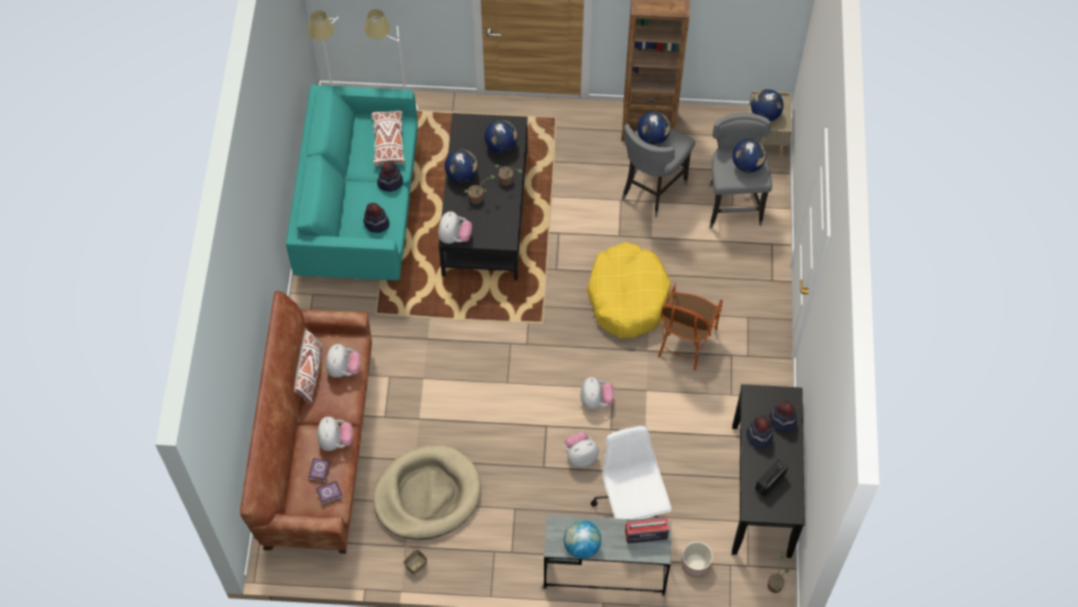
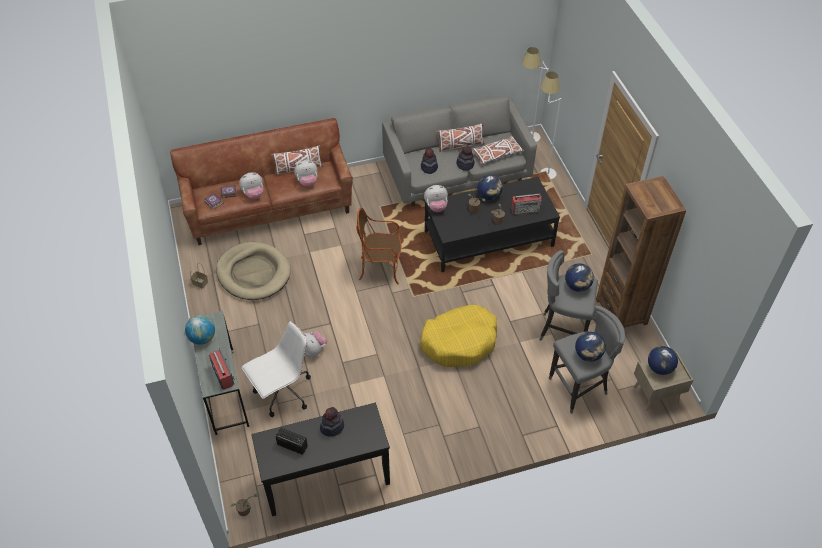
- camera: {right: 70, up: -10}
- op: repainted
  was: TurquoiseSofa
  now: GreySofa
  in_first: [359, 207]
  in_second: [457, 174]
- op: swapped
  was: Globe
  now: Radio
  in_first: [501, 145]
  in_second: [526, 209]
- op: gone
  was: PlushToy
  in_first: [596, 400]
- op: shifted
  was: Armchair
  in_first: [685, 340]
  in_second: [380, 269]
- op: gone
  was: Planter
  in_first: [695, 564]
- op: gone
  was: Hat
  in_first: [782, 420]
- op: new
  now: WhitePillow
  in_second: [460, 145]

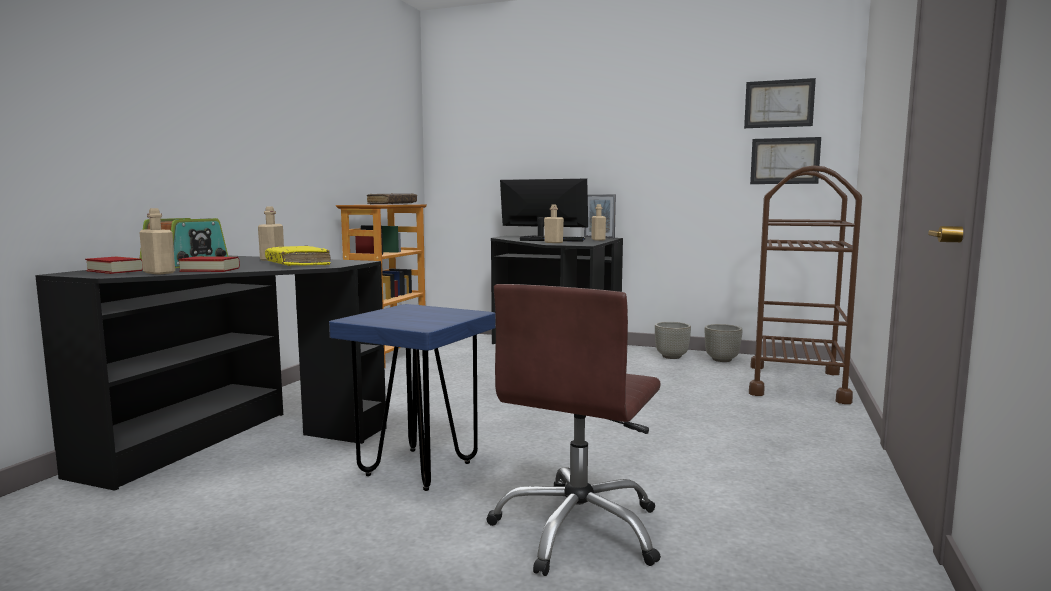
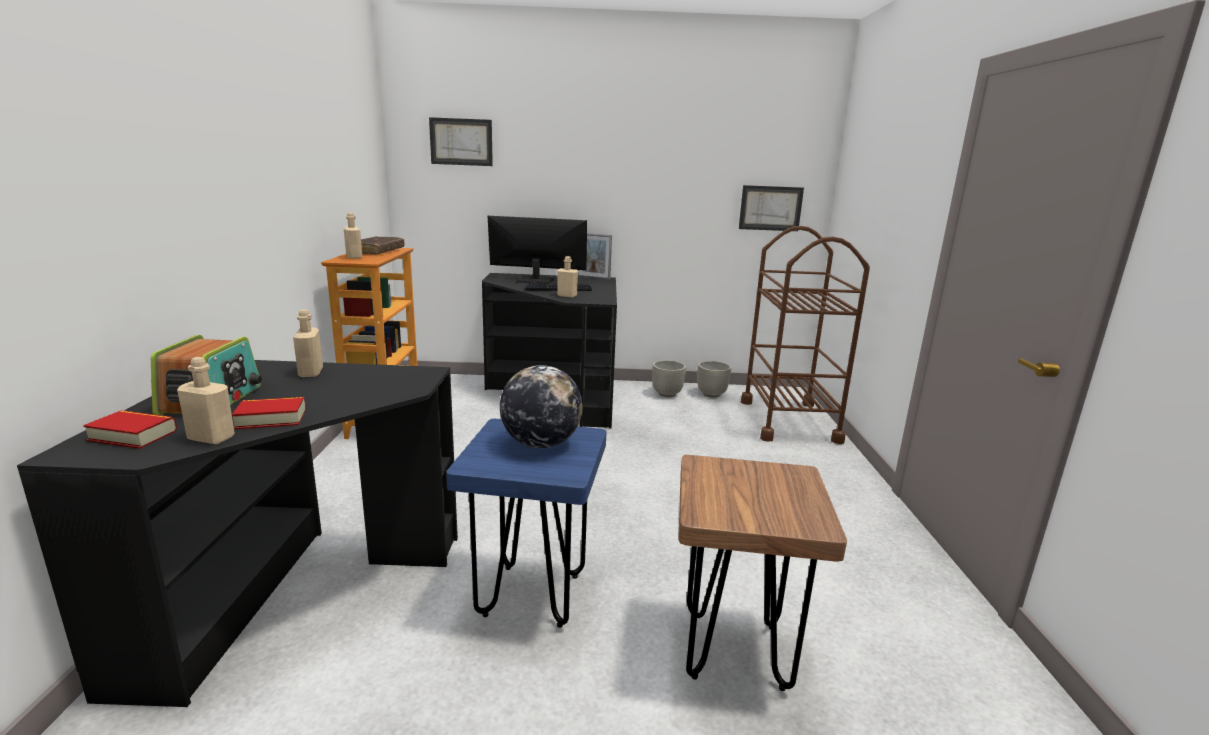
- camera: {right: -20, up: 10}
- op: gone
  was: YellowBook
  in_first: [297, 264]
- op: swapped
  was: BrownOfficeChair
  now: BrownStool
  in_first: [578, 530]
  in_second: [734, 651]
- op: shifted
  was: BeigeBottle
  in_first: [598, 240]
  in_second: [354, 257]
- op: shifted
  was: Picture
  in_first: [779, 104]
  in_second: [461, 142]
- op: new
  now: Globe
  in_second: [541, 444]

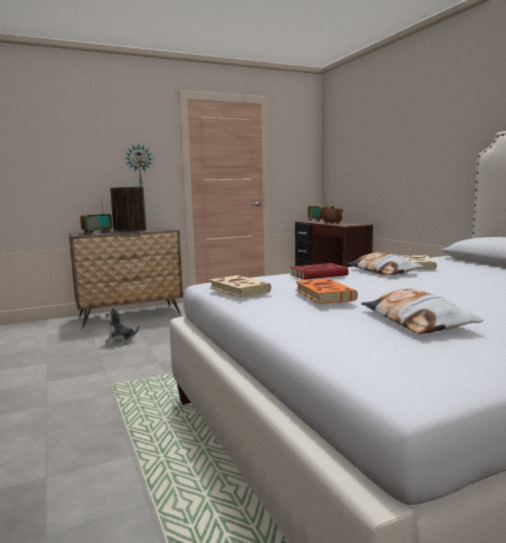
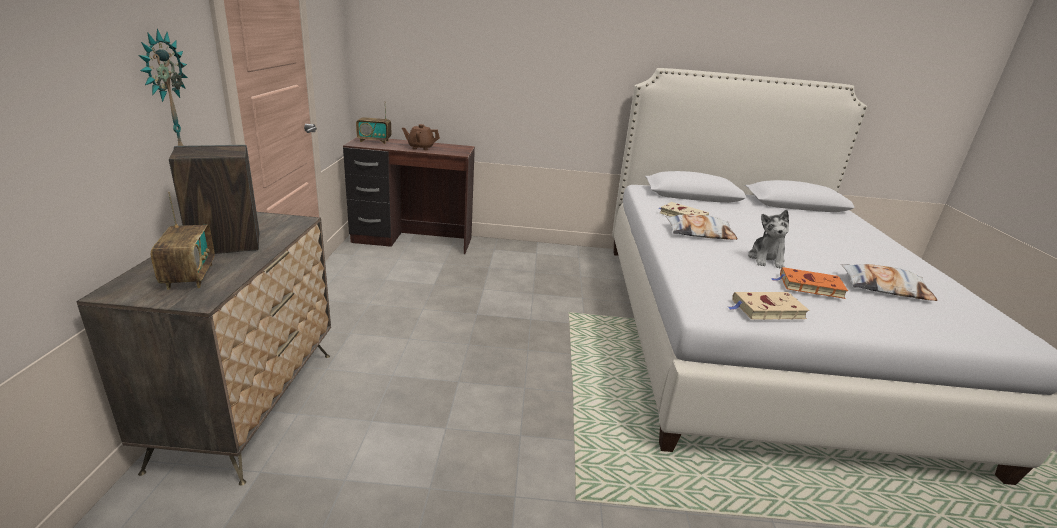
- camera: {right: -65, up: 15}
- op: shifted
  was: PlushToy
  in_first: [119, 342]
  in_second: [766, 259]
- op: gone
  was: RedBook
  in_first: [320, 275]

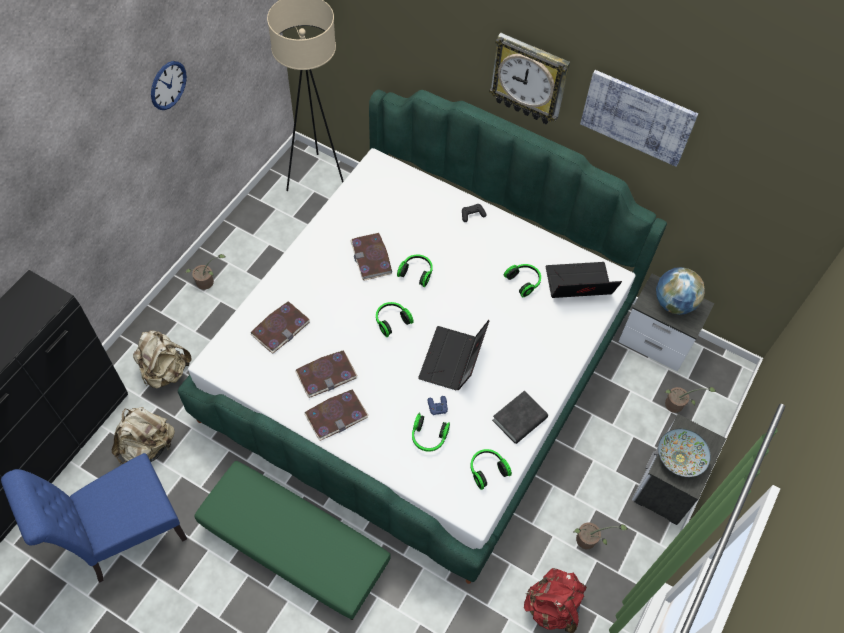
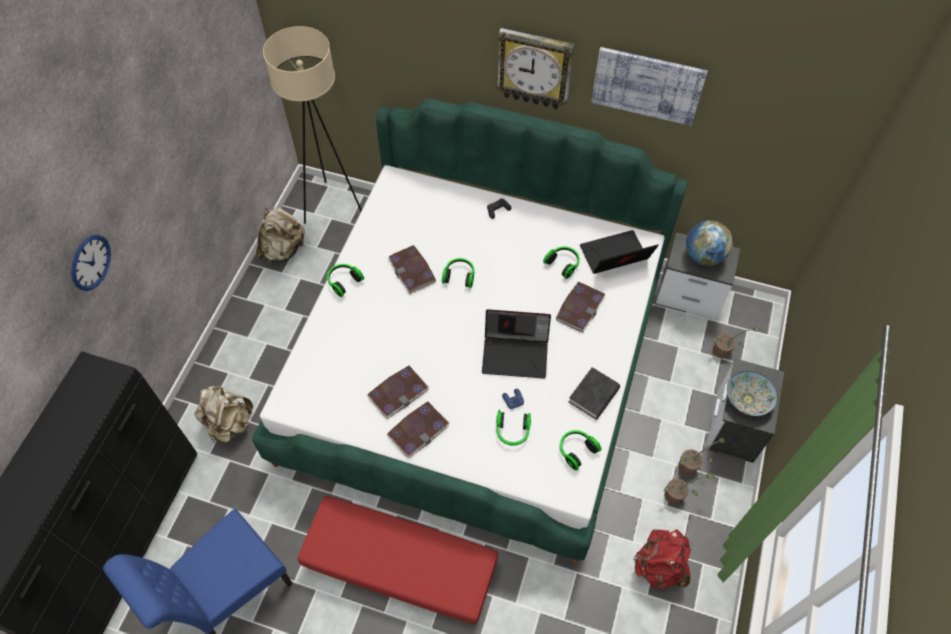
- camera: {right: -10, up: 0}
- op: shifted
  was: BeigeBackpack
  in_first: [148, 446]
  in_second: [283, 250]
- op: shifted
  was: WallClock
  in_first: [168, 85]
  in_second: [90, 262]
- op: shifted
  was: PottedPlant
  in_first: [207, 282]
  in_second: [691, 466]
- op: repainted
  was: GreenOttoman
  now: RedOttoman
  in_first: [295, 546]
  in_second: [401, 566]
- op: shifted
  was: Book
  in_first: [280, 328]
  in_second: [579, 308]
- op: shifted
  was: Headphones
  in_first: [391, 321]
  in_second: [343, 281]
- op: rotated
  was: Laptop
  in_first: [452, 361]
  in_second: [516, 353]
  clockwise: -90

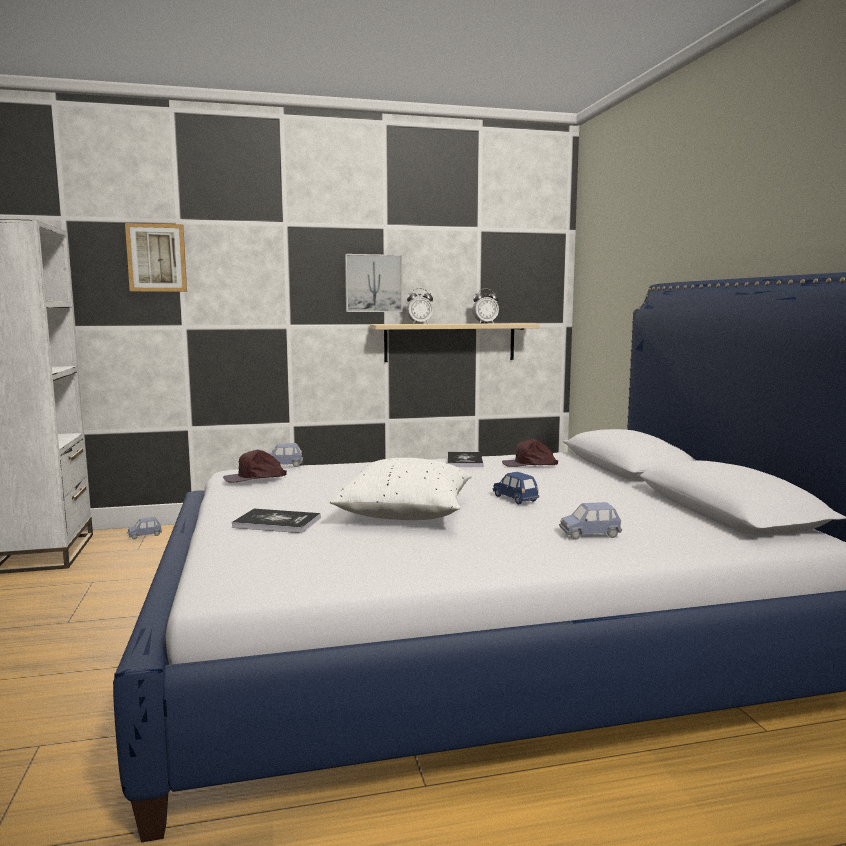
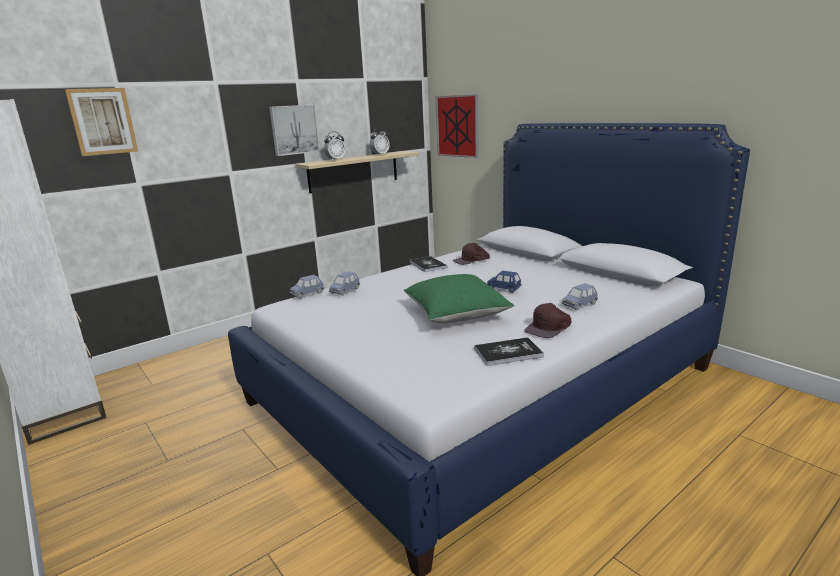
- camera: {right: -25, up: 10}
- op: shifted
  was: BlueToyCar
  in_first: [145, 535]
  in_second: [345, 291]
- op: shifted
  was: BrownCap
  in_first: [255, 477]
  in_second: [549, 328]
- op: shifted
  was: Book
  in_first: [277, 523]
  in_second: [508, 353]
- op: repainted
  was: WhitePillow
  now: GreenPillow
  in_first: [405, 514]
  in_second: [456, 315]
- op: new
  now: Picture
  in_second: [457, 126]

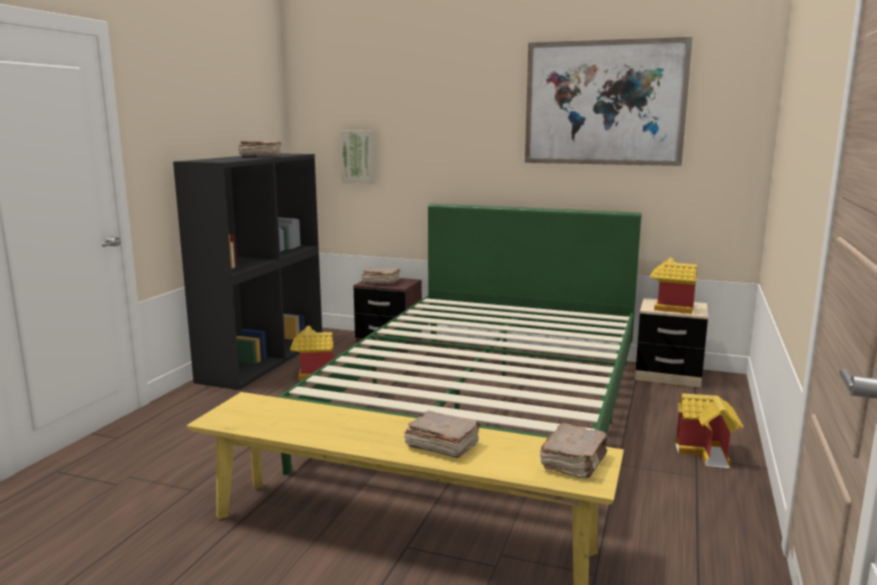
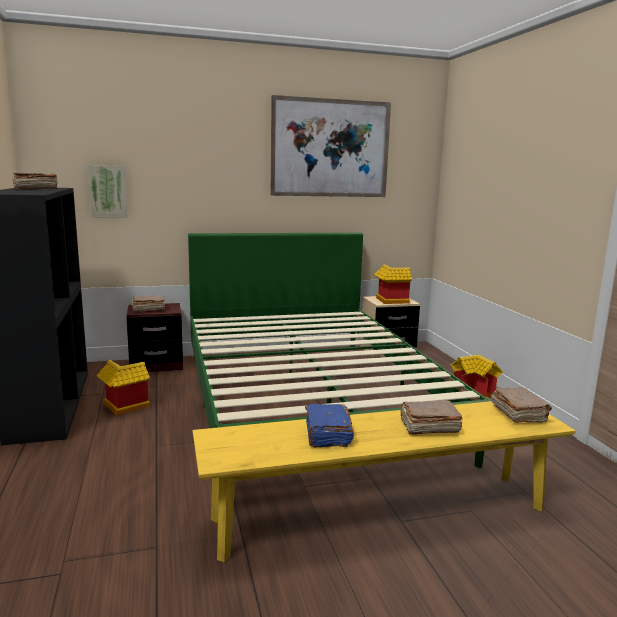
- camera: {right: -35, up: 0}
- op: new
  now: BlueBook
  in_second: [327, 435]

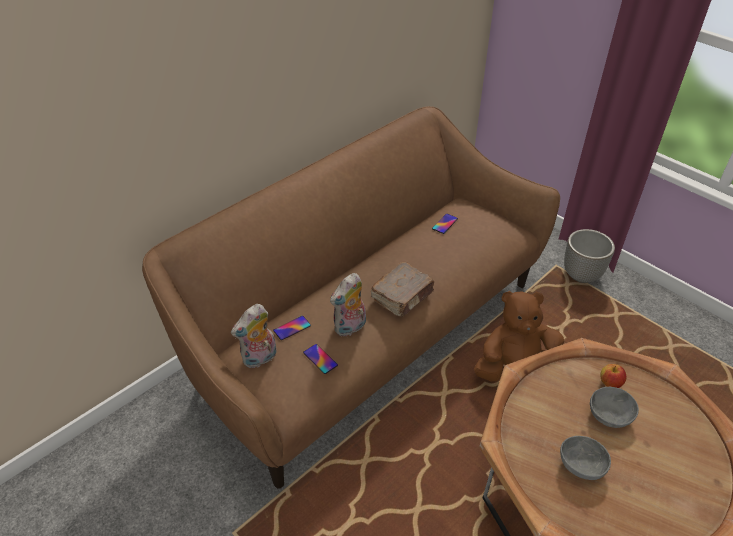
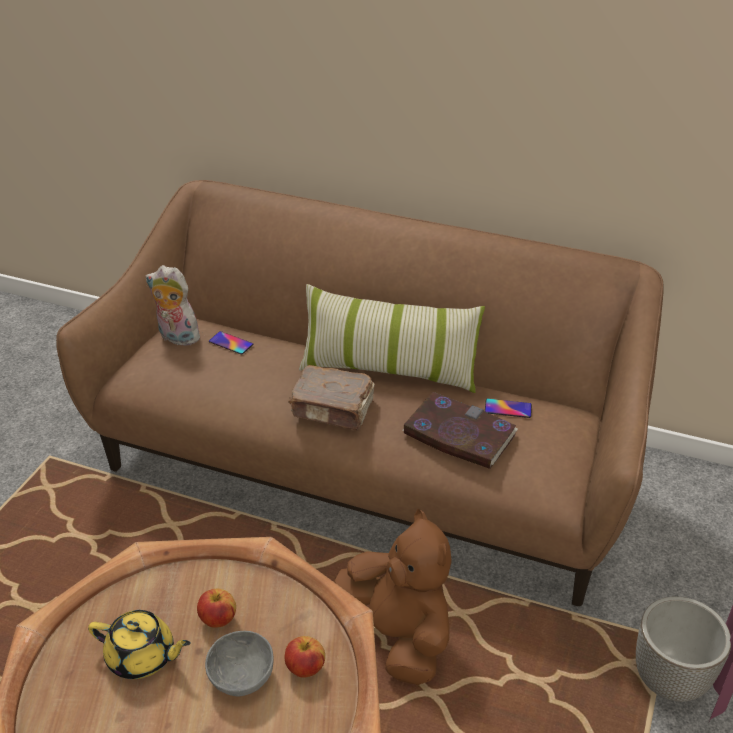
- camera: {right: 65, up: -5}
- op: gone
  was: Phone
  in_first: [320, 359]
- op: gone
  was: PlushToy
  in_first: [350, 328]
- op: swapped
  was: GreyBowl
  now: YellowTeapot
  in_first: [581, 464]
  in_second: [142, 657]
- op: new
  now: Apple
  in_second: [218, 619]
- op: new
  now: Pillow
  in_second: [389, 369]
- op: new
  now: Book
  in_second: [458, 434]

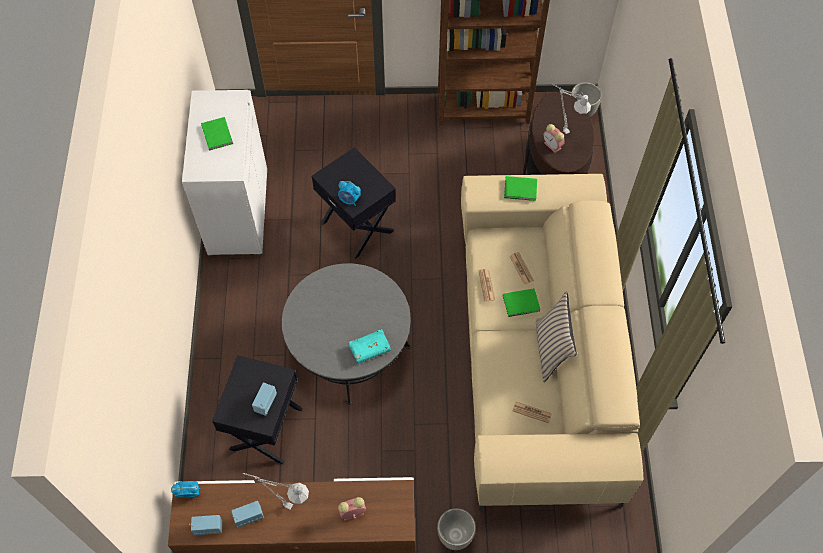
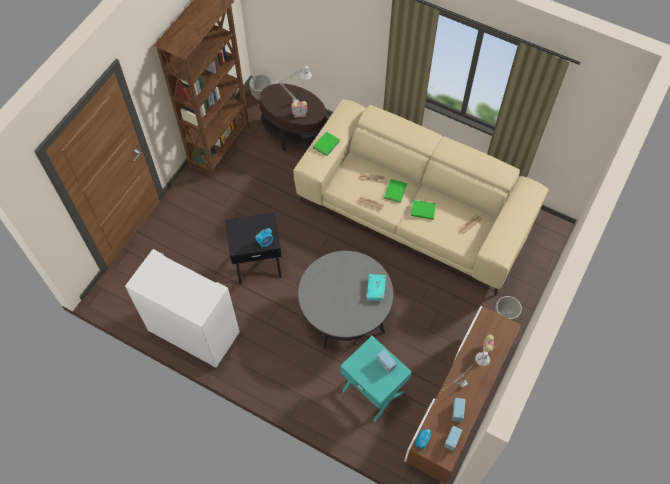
- camera: {right: -60, up: 0}
- op: shifted
  was: GreenBook
  in_first: [217, 133]
  in_second: [422, 210]
- op: repainted
  was: BlackSideTable
  now: TurquoiseSideTable
  in_first: [267, 429]
  in_second: [373, 391]
- op: gone
  was: BeigePillow
  in_first: [551, 350]

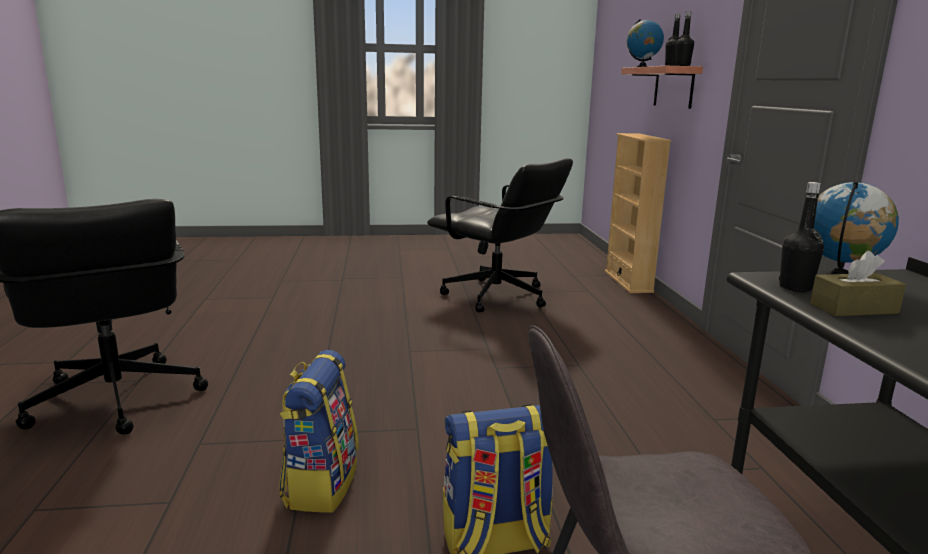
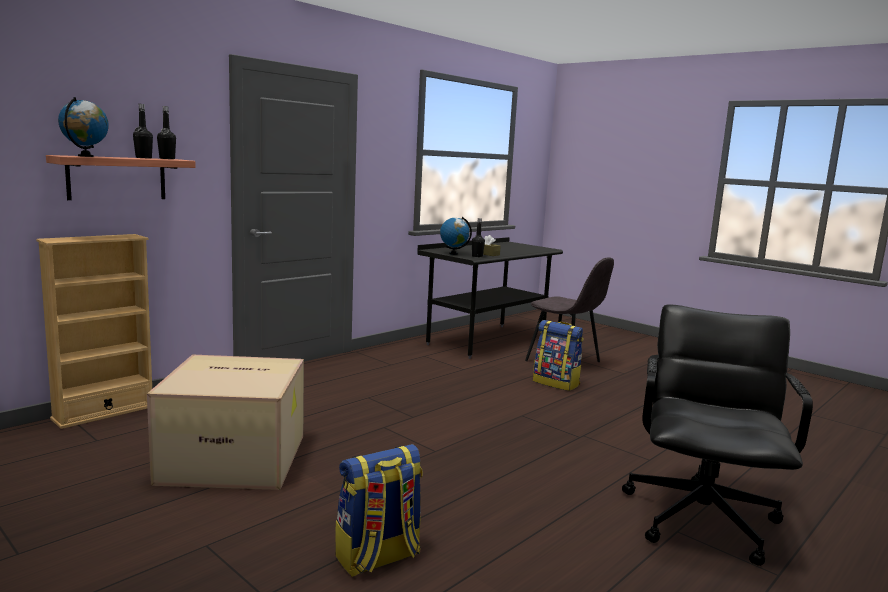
- camera: {right: -130, up: -5}
- op: shifted
  was: Backpack
  in_first: [320, 484]
  in_second: [378, 558]
- op: swapped
  was: BlackOfficeChair
  now: CardboardBox
  in_first: [496, 297]
  in_second: [236, 458]

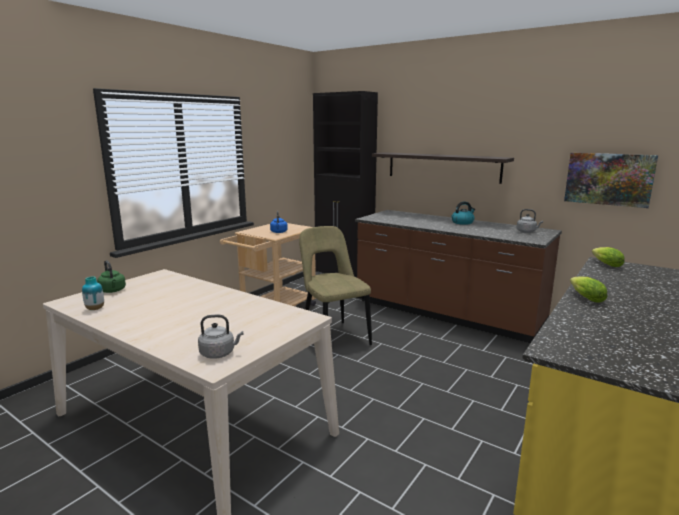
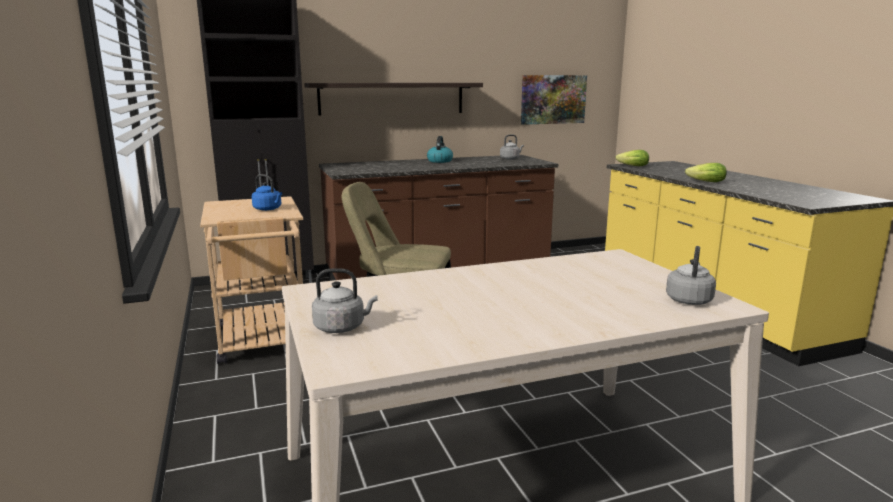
- camera: {right: -55, up: 0}
- op: gone
  was: Vase
  in_first: [95, 309]
- op: repainted
  was: GreenKettle
  now: GreyKettle
  in_first: [113, 291]
  in_second: [342, 327]

